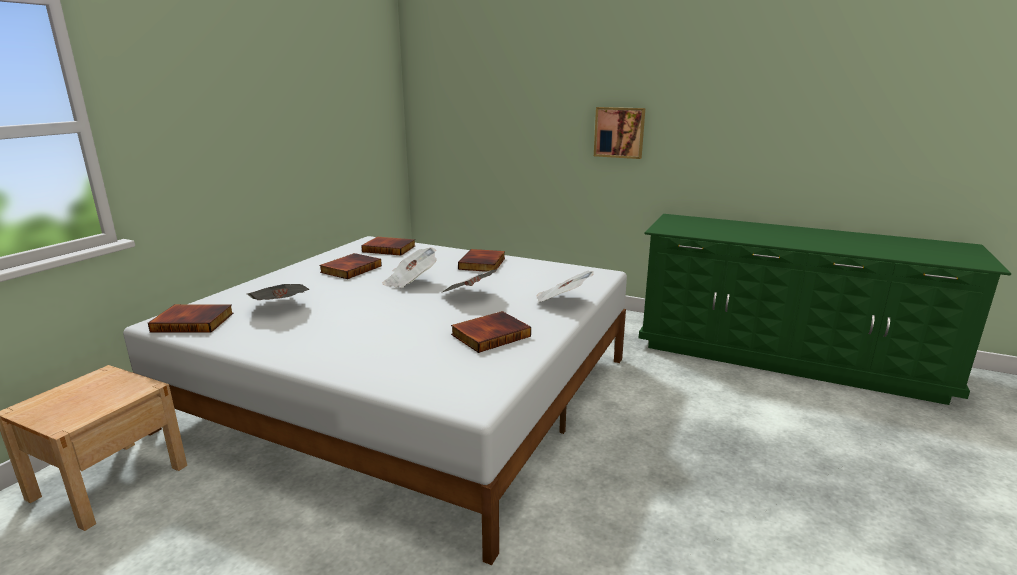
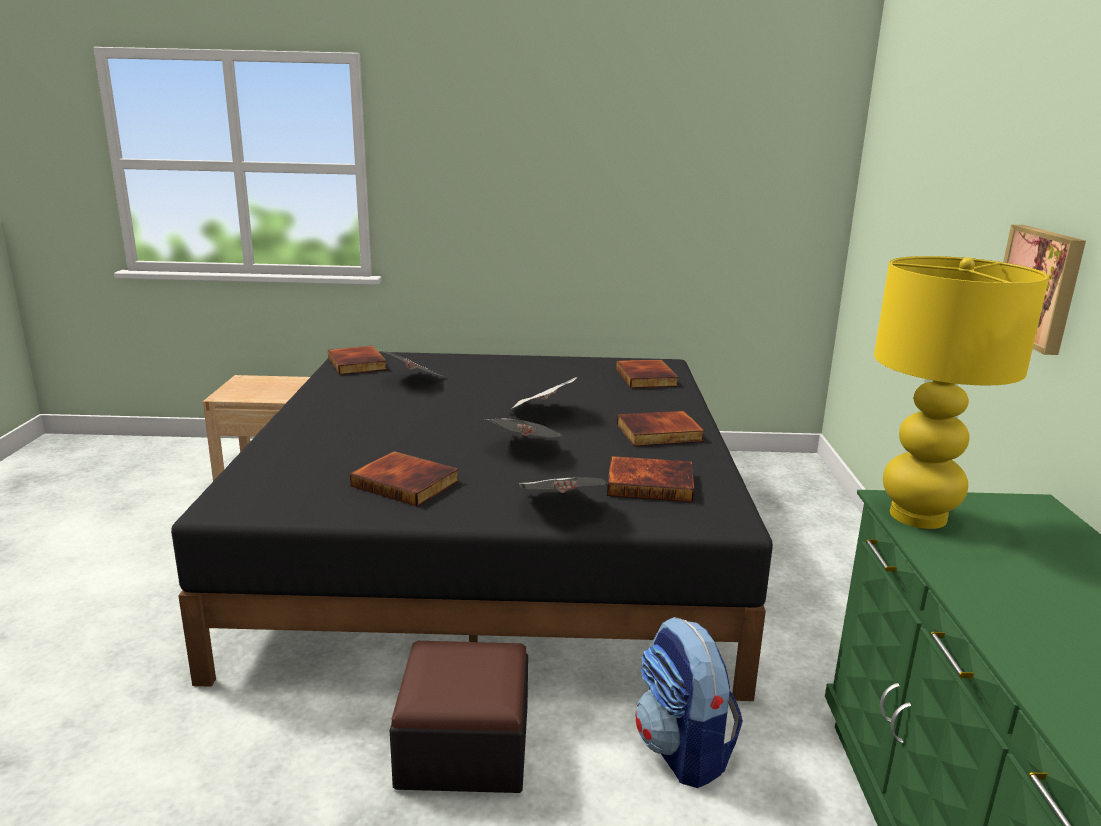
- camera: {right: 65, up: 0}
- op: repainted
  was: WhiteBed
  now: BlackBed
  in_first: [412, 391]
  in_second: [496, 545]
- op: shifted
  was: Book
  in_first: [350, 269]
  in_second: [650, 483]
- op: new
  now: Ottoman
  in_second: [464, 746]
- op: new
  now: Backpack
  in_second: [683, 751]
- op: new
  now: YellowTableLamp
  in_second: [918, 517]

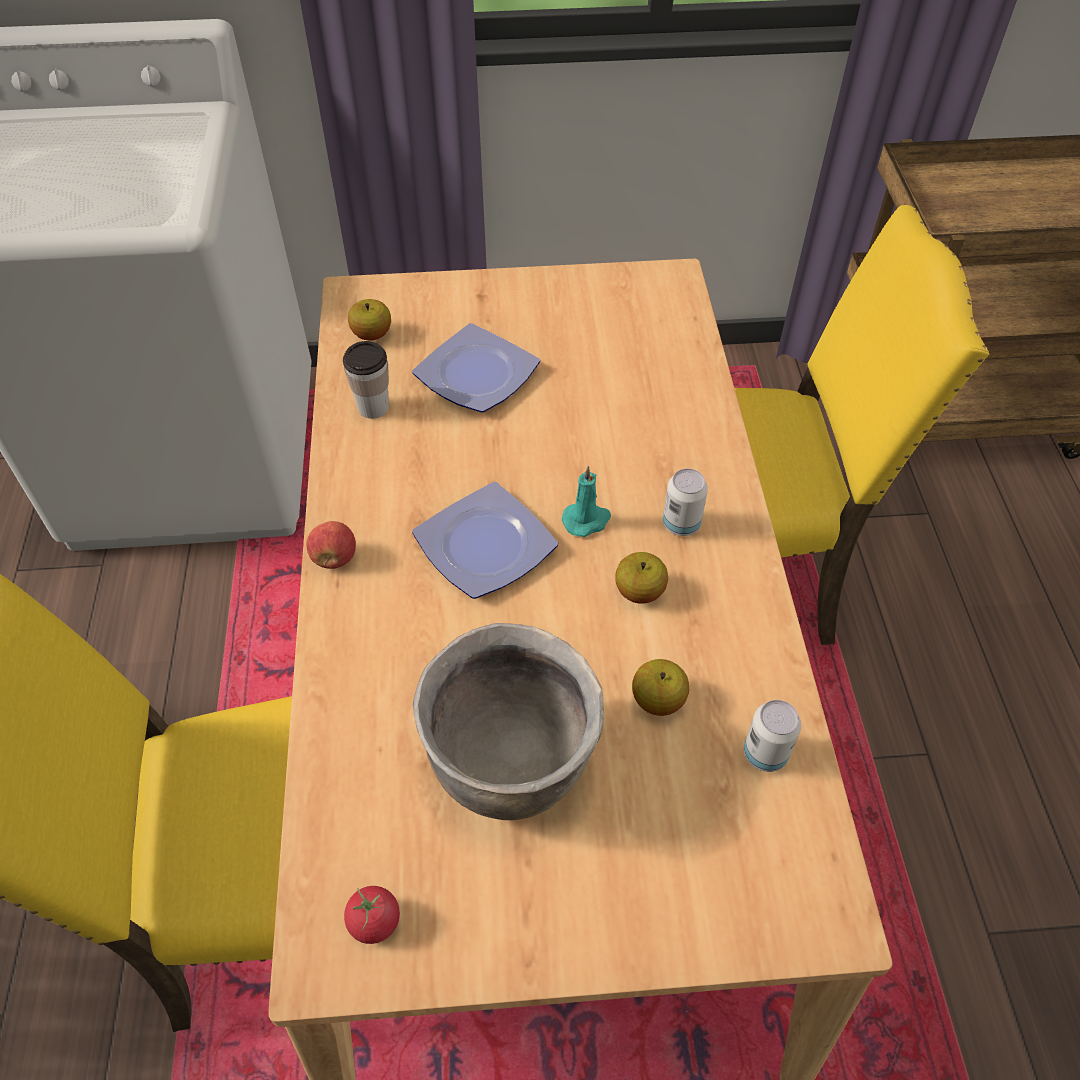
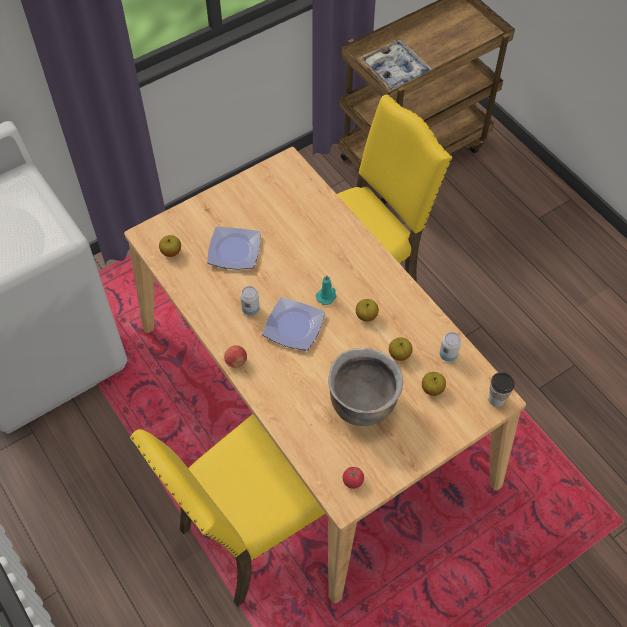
- camera: {right: -30, up: 5}
- op: shifted
  was: Cup
  in_first: [373, 407]
  in_second: [496, 399]
- op: shifted
  was: Can
  in_first: [681, 524]
  in_second: [250, 309]
- op: new
  now: Tray
  in_second: [395, 71]
- op: new
  now: Apple
  in_second: [432, 389]

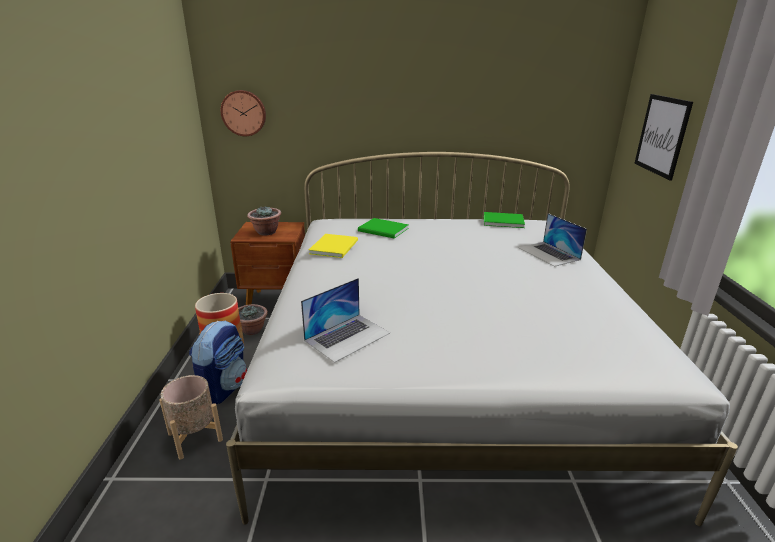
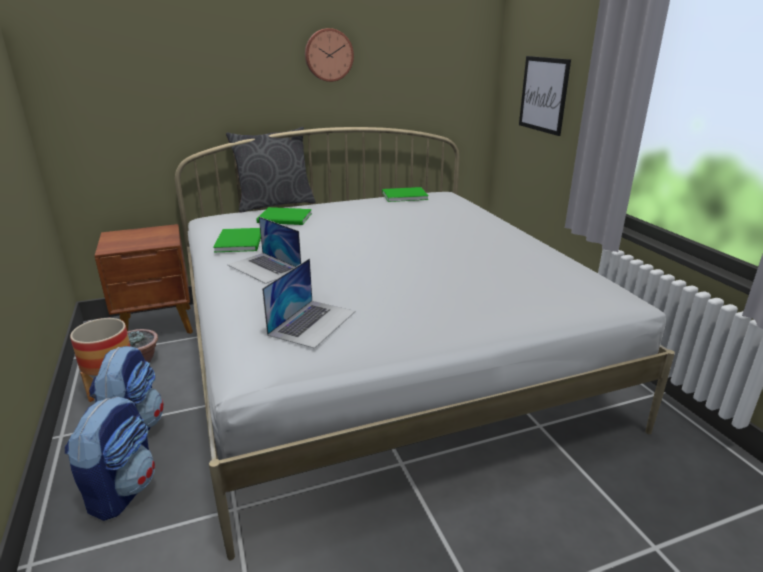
- camera: {right: -20, up: 0}
- op: swapped
  was: BeigePlanter
  now: Backpack
  in_first: [195, 437]
  in_second: [122, 490]
- op: shifted
  was: WallClock
  in_first: [244, 113]
  in_second: [328, 55]
- op: gone
  was: PottedPlant
  in_first: [266, 232]
- op: repainted
  was: YellowBook
  now: GreenBook
  in_first: [335, 247]
  in_second: [241, 241]
- op: shifted
  was: Laptop
  in_first: [549, 253]
  in_second: [264, 267]
- op: new
  now: GreyPillow
  in_second: [275, 204]

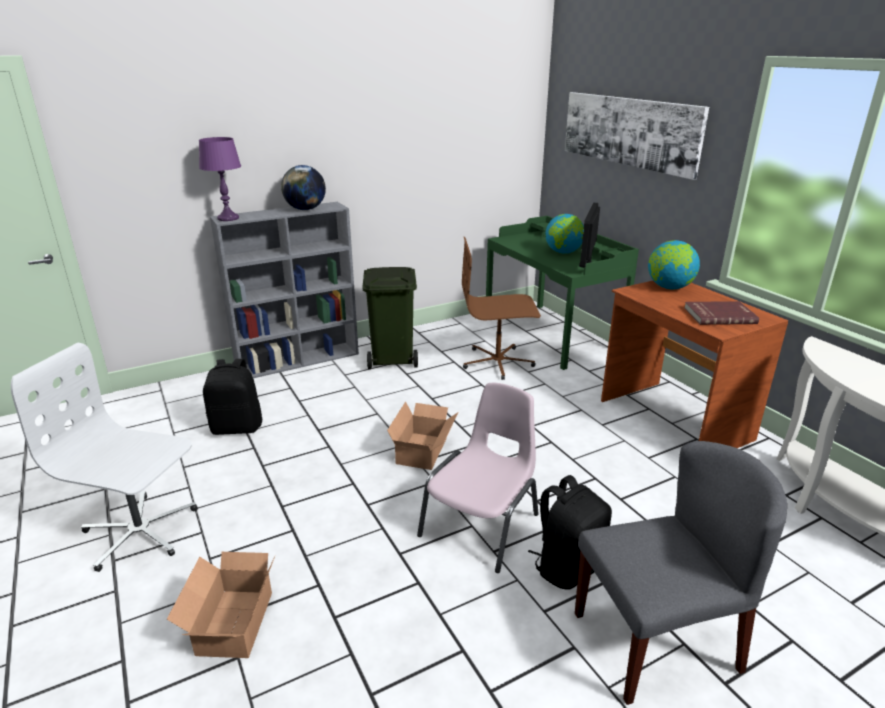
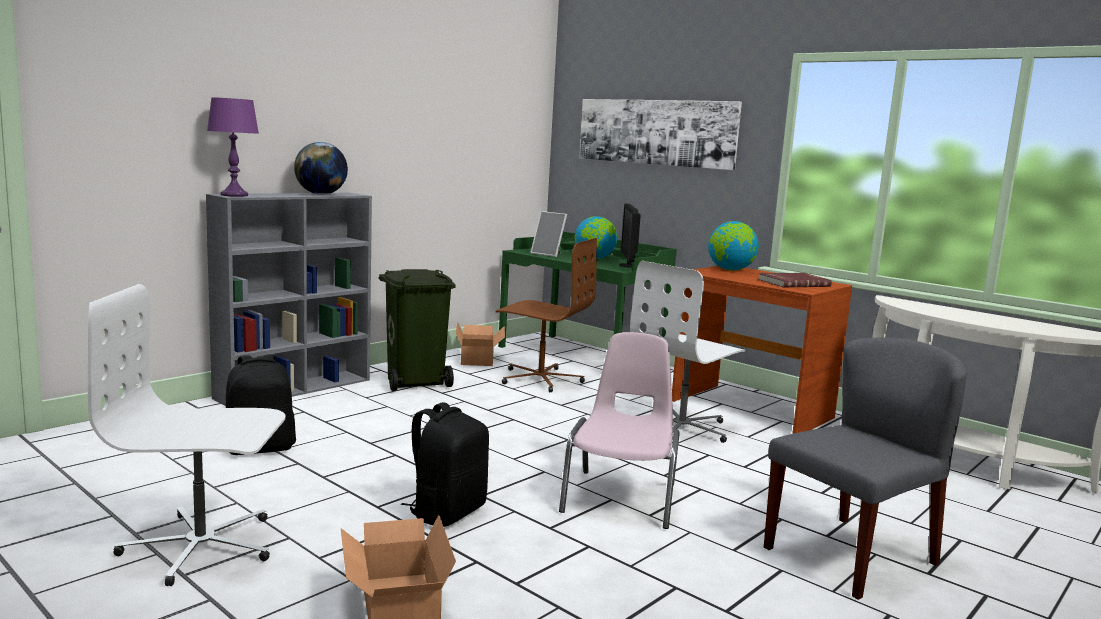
- camera: {right: -20, up: -15}
- op: shifted
  was: CardboardBox
  in_first: [424, 450]
  in_second: [479, 359]
- op: rotated
  was: BrownOfficeChair
  in_first: [498, 362]
  in_second: [540, 379]
  clockwise: -135
- op: shifted
  was: BlackBackpack
  in_first: [567, 566]
  in_second: [447, 512]
- op: new
  now: PictureFrame
  in_second: [548, 254]
- op: new
  now: WhiteOfficeChair
  in_second: [682, 428]

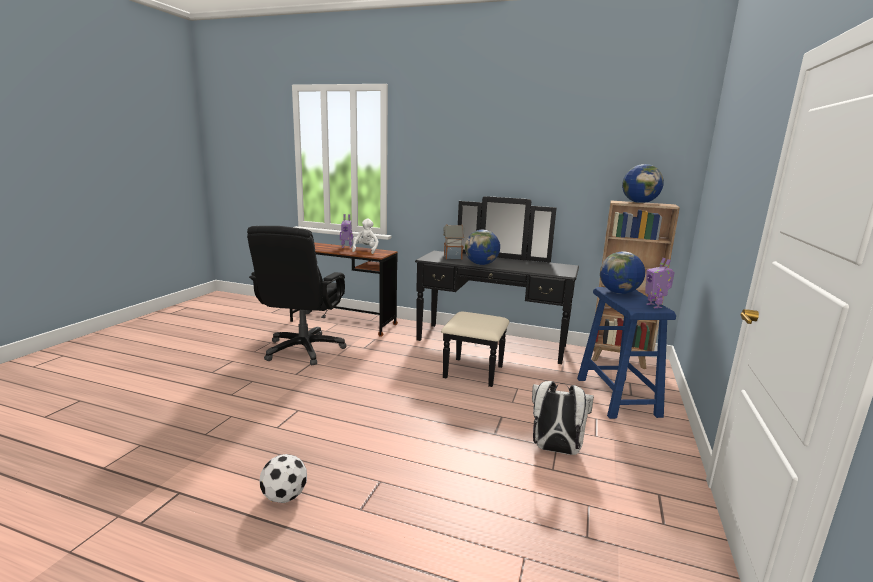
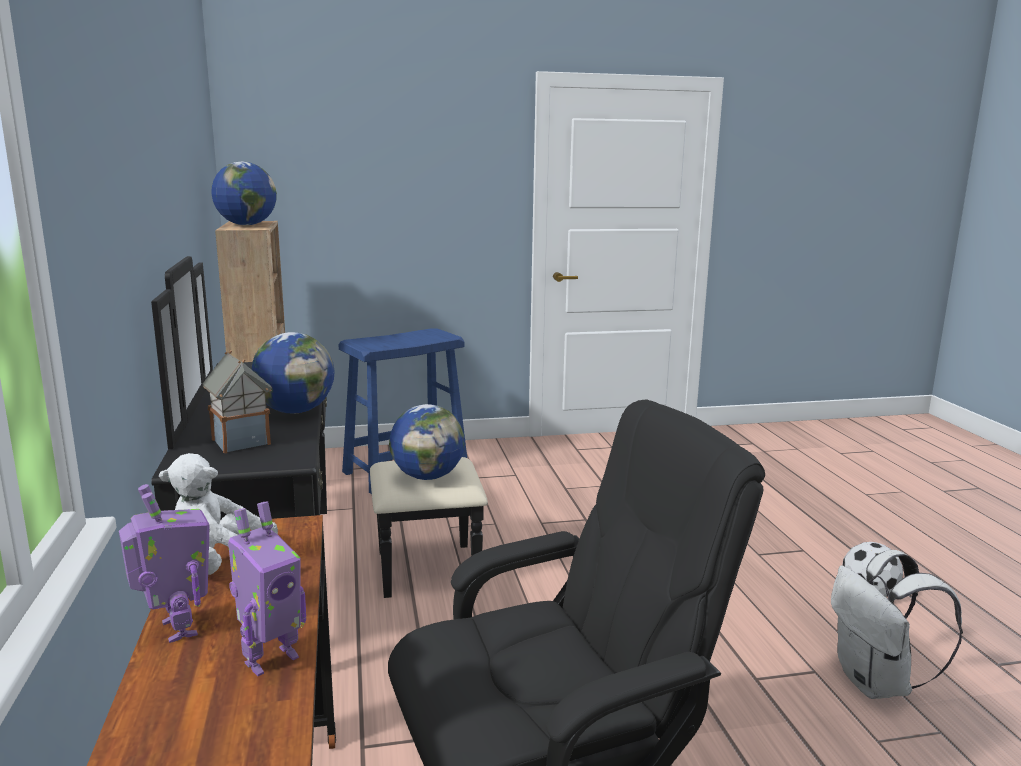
- camera: {right: -120, up: 0}
- op: shifted
  was: WhiteBackpack
  in_first: [555, 450]
  in_second: [877, 684]
- op: shifted
  was: Globe
  in_first: [619, 293]
  in_second: [427, 476]
- op: shifted
  was: ToyRobot
  in_first: [654, 306]
  in_second: [270, 659]

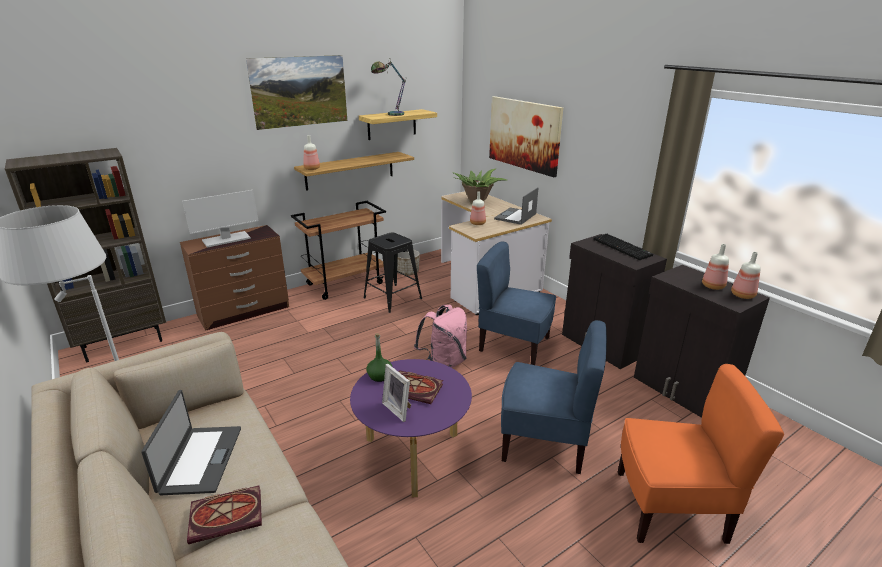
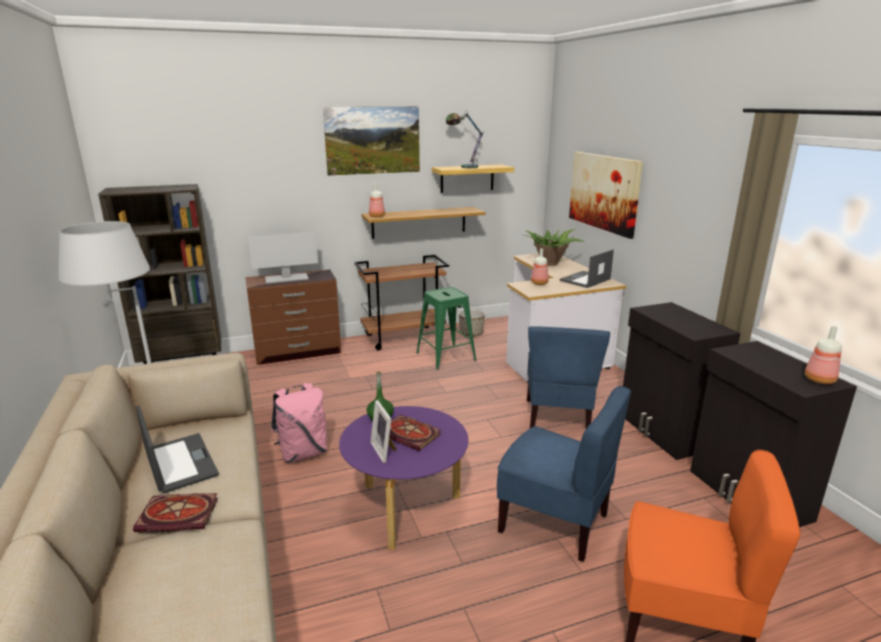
- camera: {right: 15, up: -5}
- op: rotated
  was: Laptop
  in_first: [200, 460]
  in_second: [179, 463]
  clockwise: -45
- op: repainted
  was: BlackStool
  now: GreenStool
  in_first: [393, 298]
  in_second: [446, 356]
- op: shifted
  was: PinkBackpack
  in_first: [444, 364]
  in_second: [303, 453]
- op: rotated
  was: BlueChair
  in_first: [514, 345]
  in_second: [558, 418]
  clockwise: -120
- op: gone
  was: Keyboard
  in_first: [623, 247]
- op: gone
  was: Bottle
  in_first: [713, 286]

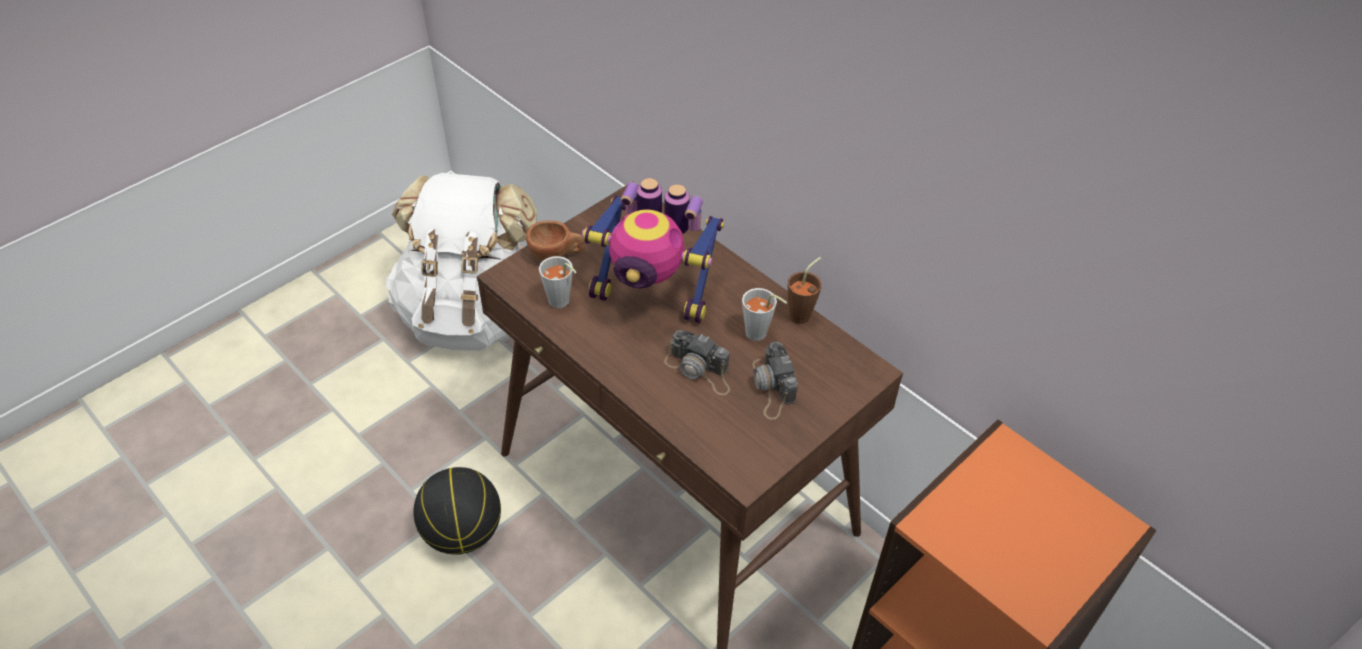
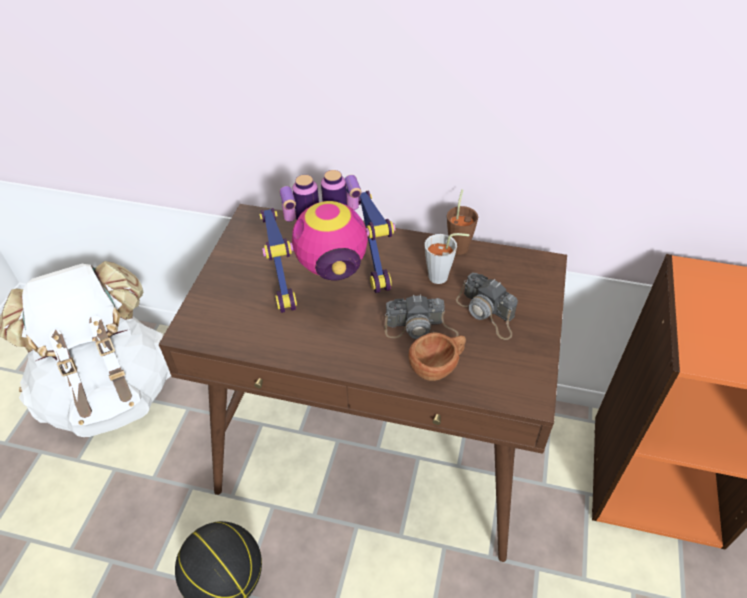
- camera: {right: -30, up: 0}
- op: shifted
  was: BrownCup
  in_first: [556, 254]
  in_second: [438, 366]
- op: gone
  was: GreyCup
  in_first: [561, 303]

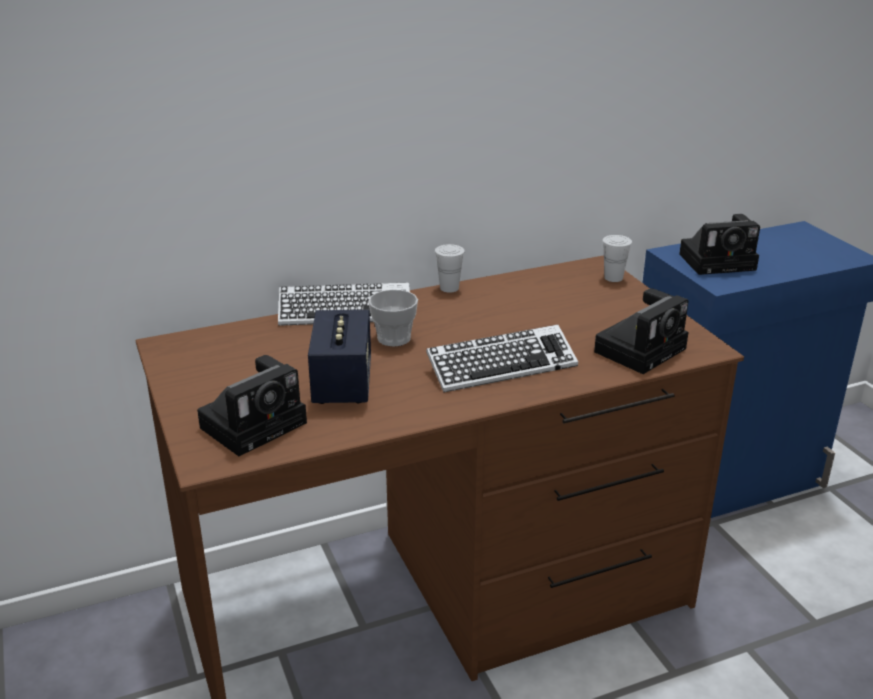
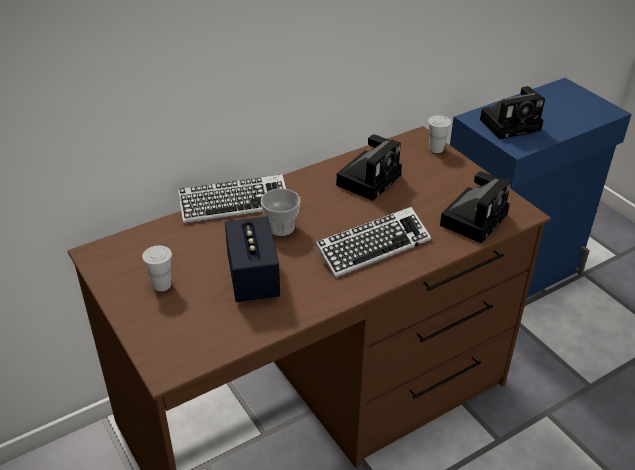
- camera: {right: -10, up: 10}
- op: shifted
  was: PhotoCamera
  in_first: [256, 423]
  in_second: [369, 179]
- op: shifted
  was: WhiteCup
  in_first: [449, 288]
  in_second: [162, 285]

